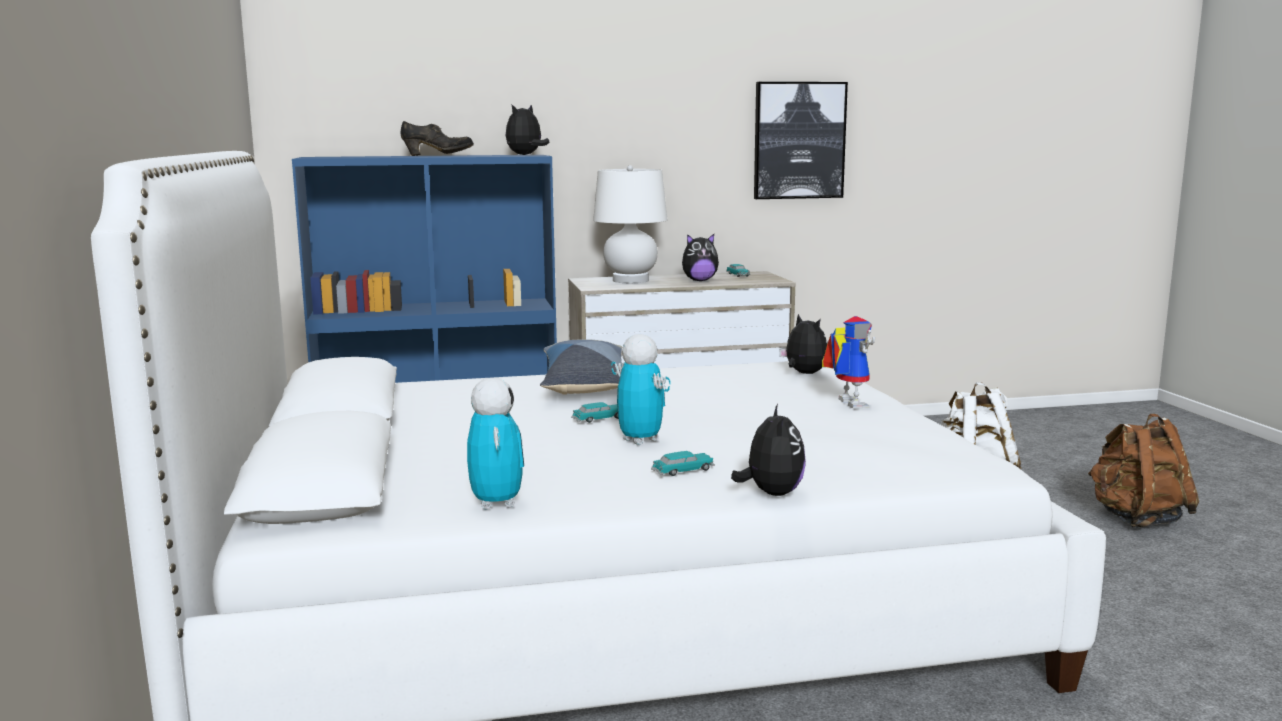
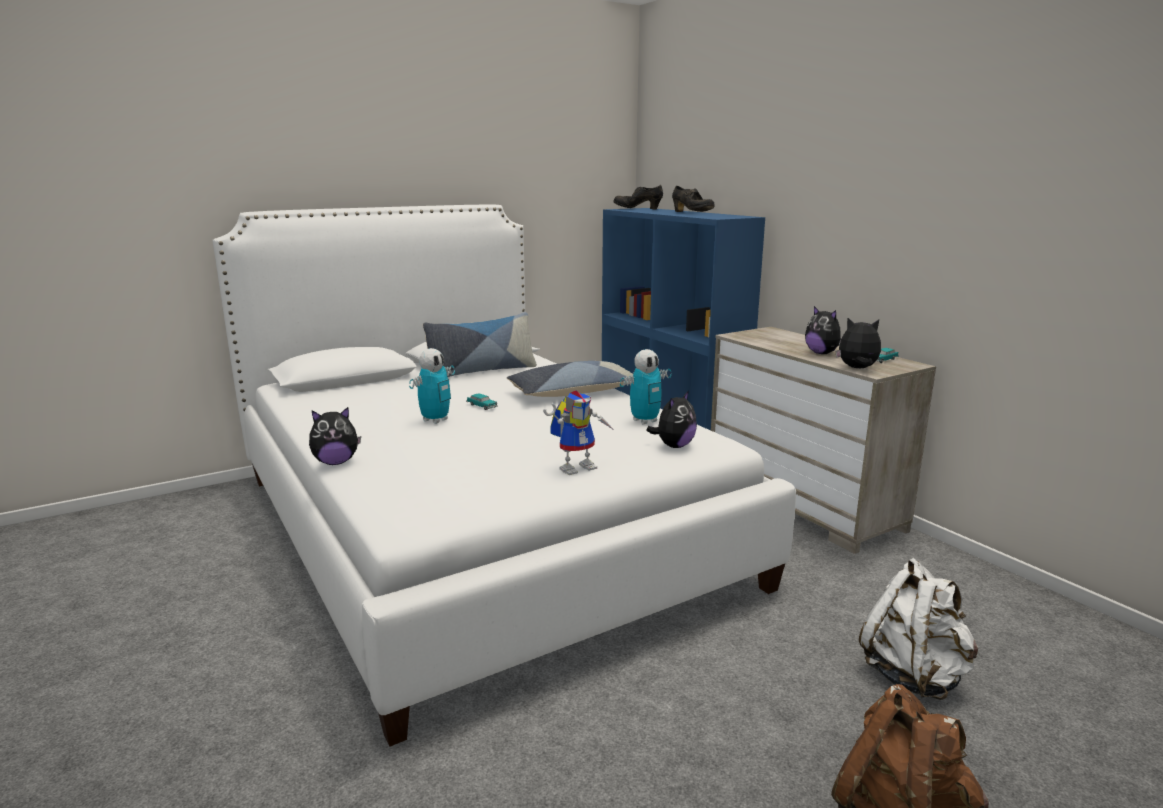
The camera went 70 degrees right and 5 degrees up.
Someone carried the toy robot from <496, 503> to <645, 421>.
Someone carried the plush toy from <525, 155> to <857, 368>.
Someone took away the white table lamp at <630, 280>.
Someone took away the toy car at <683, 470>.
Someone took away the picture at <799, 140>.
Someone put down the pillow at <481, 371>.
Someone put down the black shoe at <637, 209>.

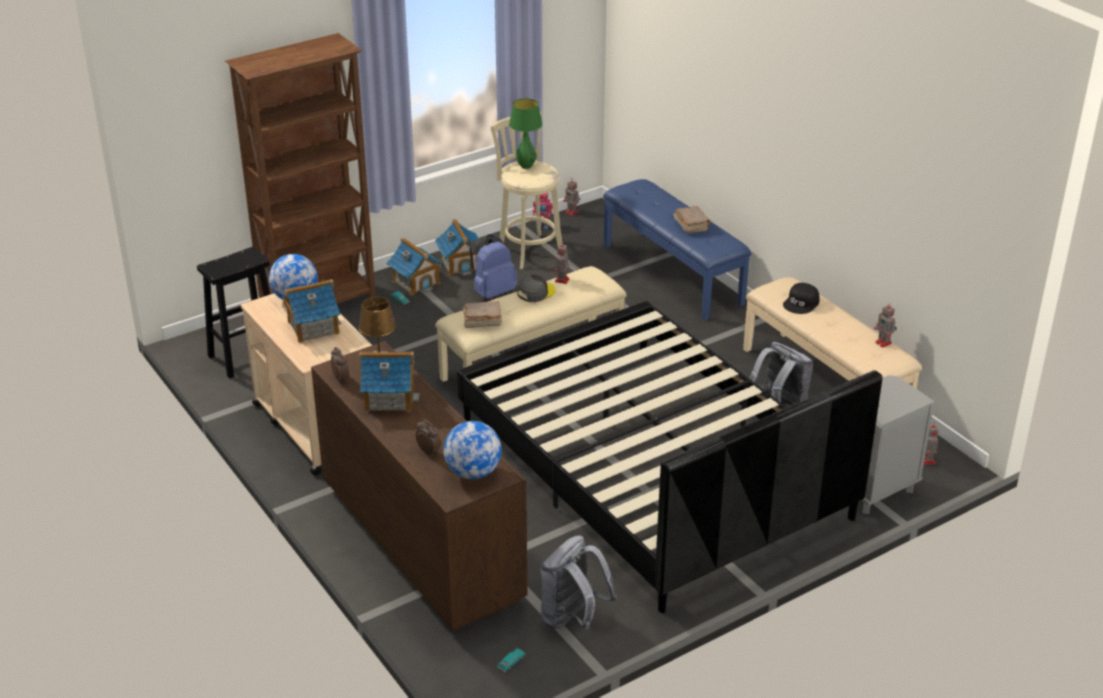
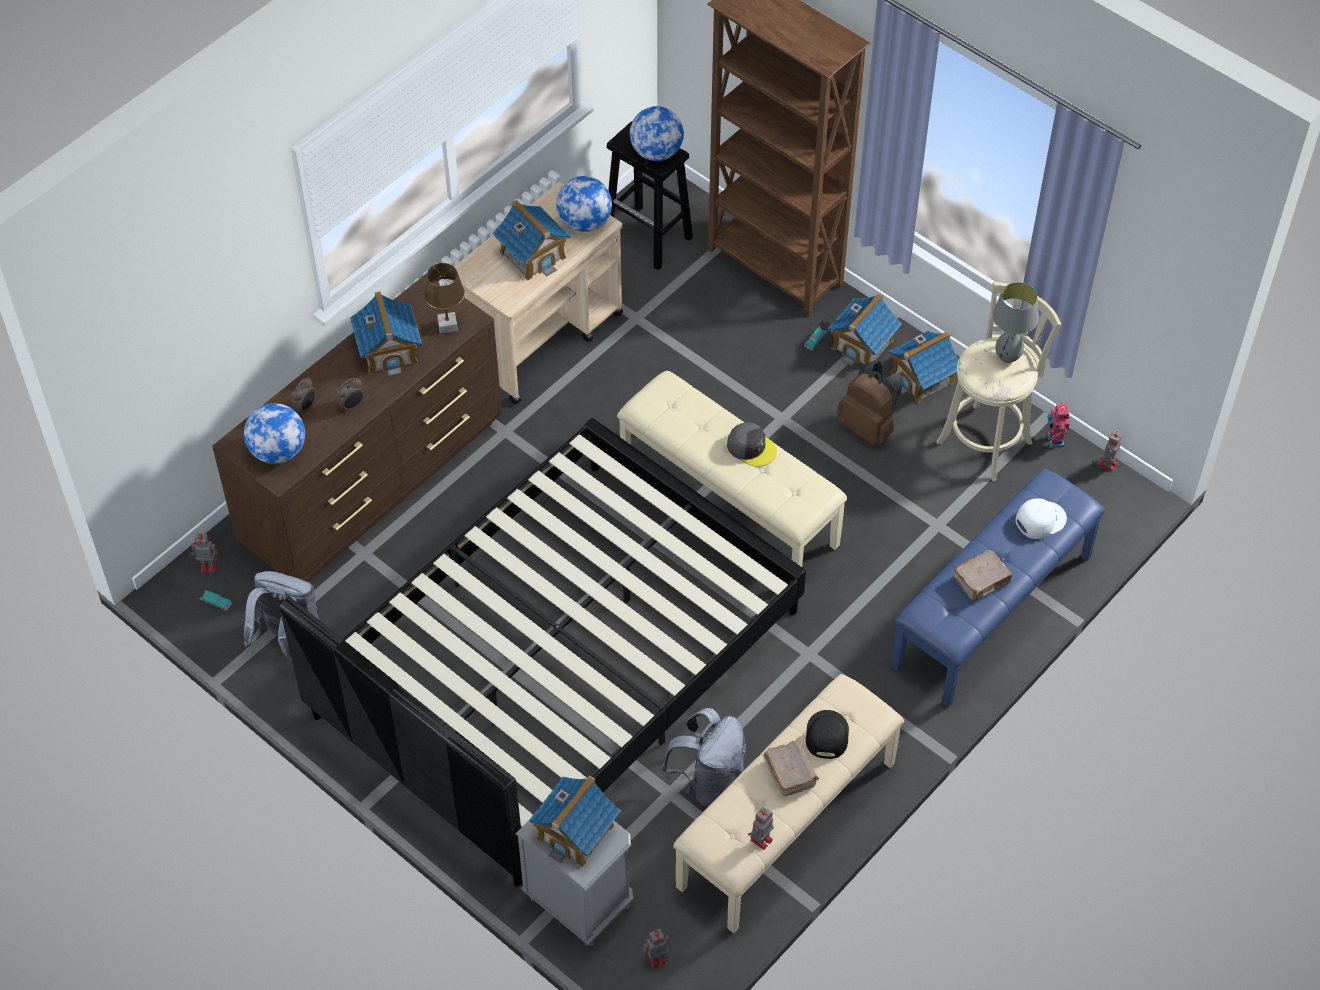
The camera went 75 degrees right and 20 degrees up.
Someone carried the alarm clock from <341, 378> to <352, 406>.
Someone carried the brown book from <481, 321> to <790, 772>.
Someone repainted the blue backpack at <492, 292>, which became the brown backpack at <869, 426>.
Someone repainted the green table lamp at <526, 166>, which became the grey table lamp at <1007, 357>.
Someone carried the toy robot from <561, 280> to <207, 565>.
Someone rotated the black cap at <801, 303> by 75 degrees clockwise.
Someone put down the toy house at <576, 832>.
Someone put down the globe at <656, 152>.
Someone put down the white cap at <1040, 519>.

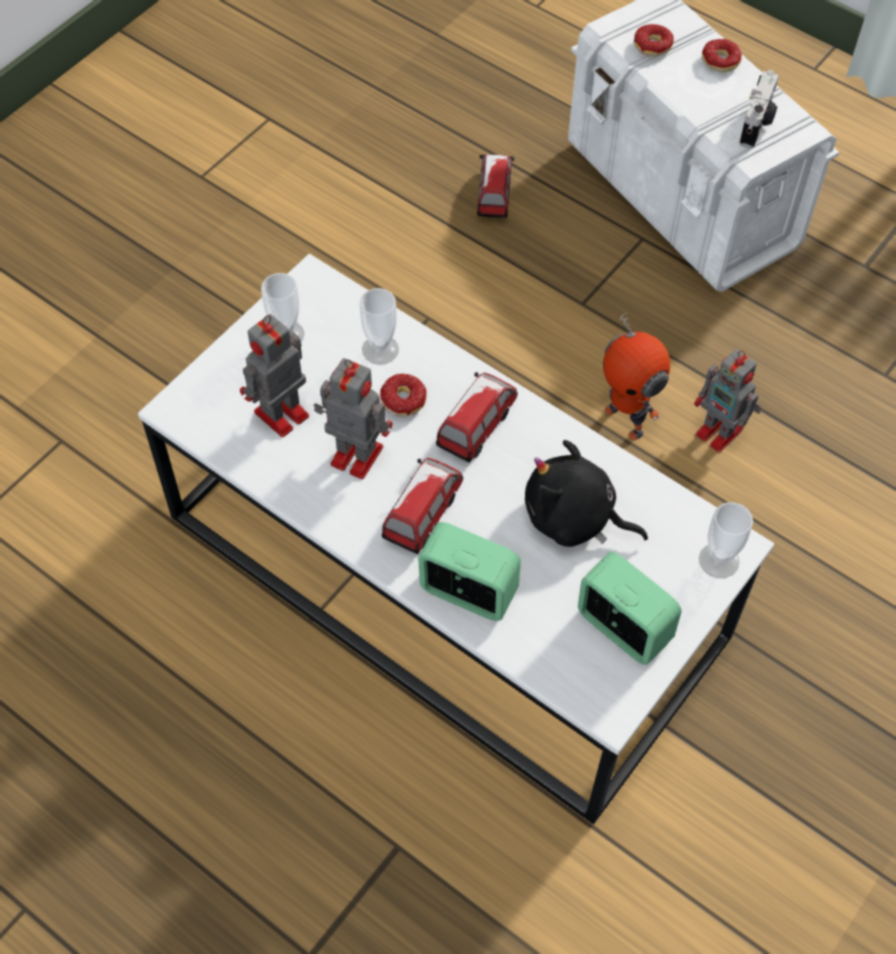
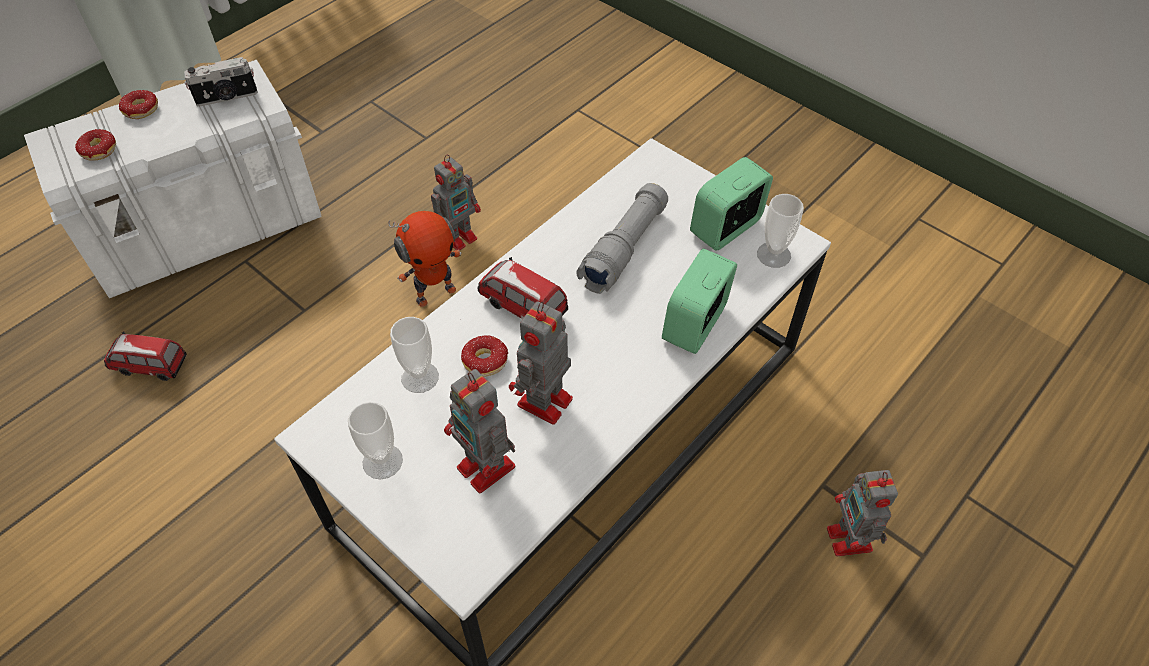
The camera went 85 degrees left and 5 degrees down.
Someone took away the toy car at <422, 513>.
Someone swapped the black plush toy at <574, 518> for the grey flashlight at <624, 248>.
Someone carried the cup from <718, 560> to <773, 255>.
Someone rotated the photo camera at <757, 124> by 135 degrees clockwise.
Someone put down the toy robot at <850, 541>.

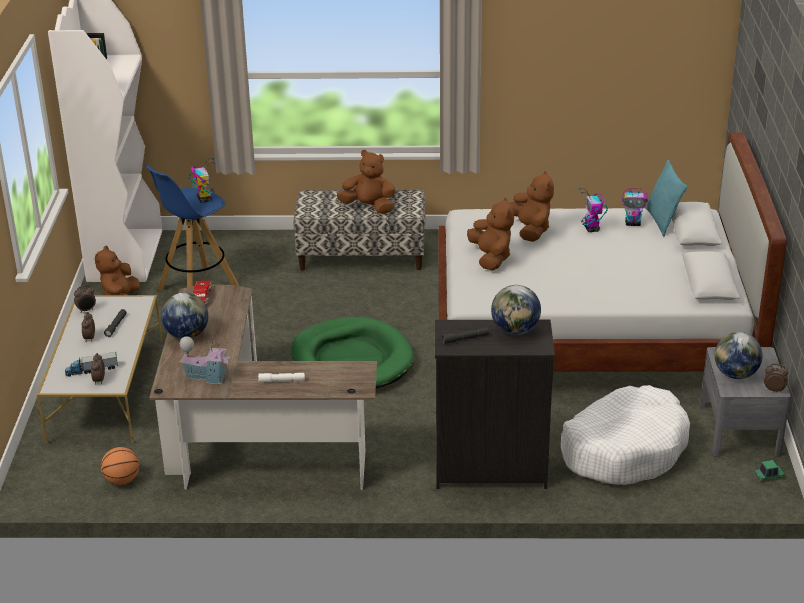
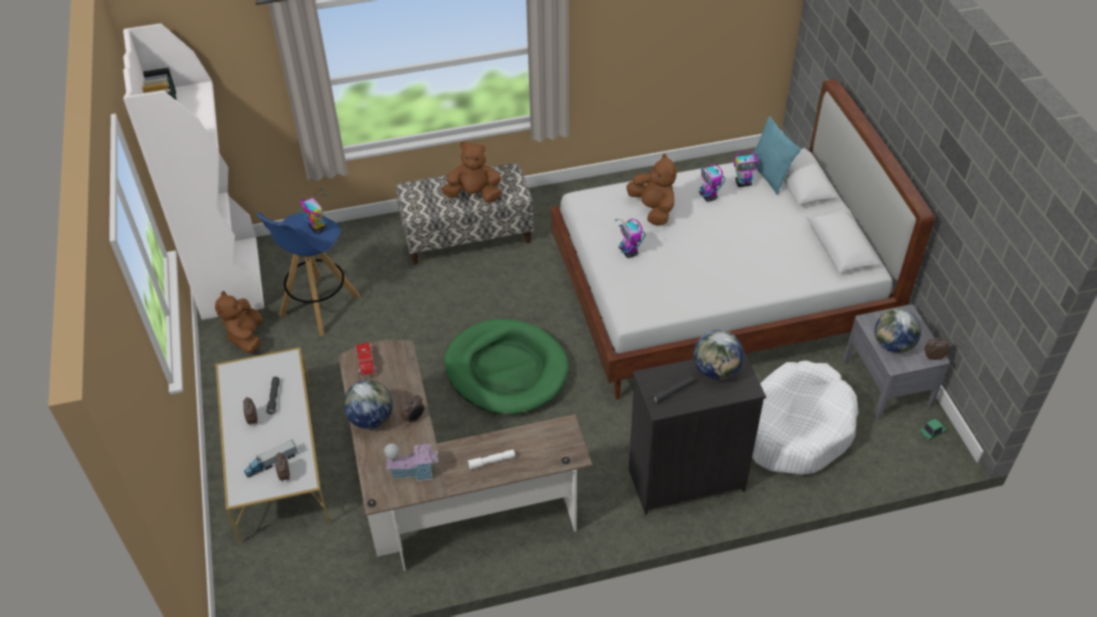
The camera went 15 degrees left and 15 degrees up.
Someone carried the alarm clock from <86, 310> to <414, 418>.
Someone took away the basketball at <122, 480>.
Someone swapped the brown plush toy at <491, 258> for the toy robot at <629, 252>.

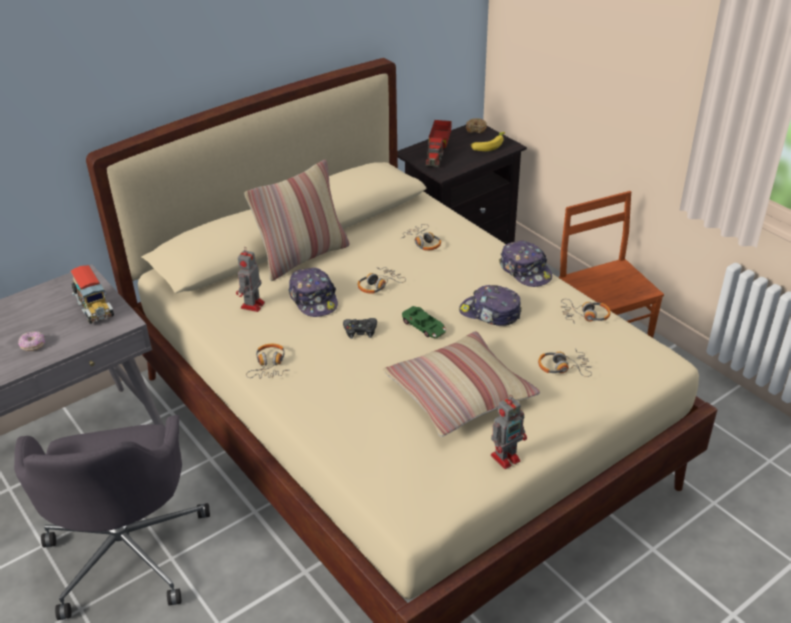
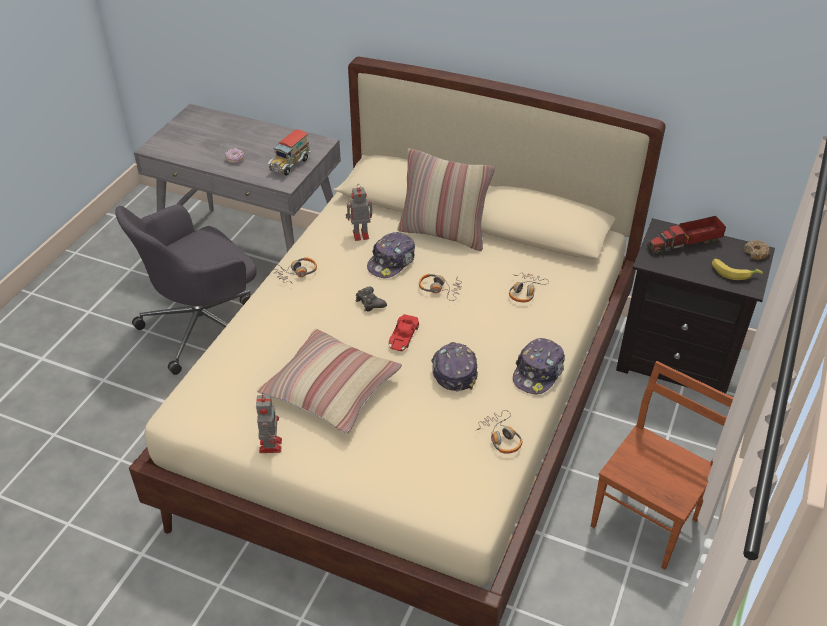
The camera went 60 degrees right and 5 degrees up.
Someone repainted the green toy car at <424, 326>, which became the red toy car at <403, 336>.
Someone rotated the toy robot at <506, 457> by 120 degrees counterclockwise.
Someone took away the headphones at <563, 368>.

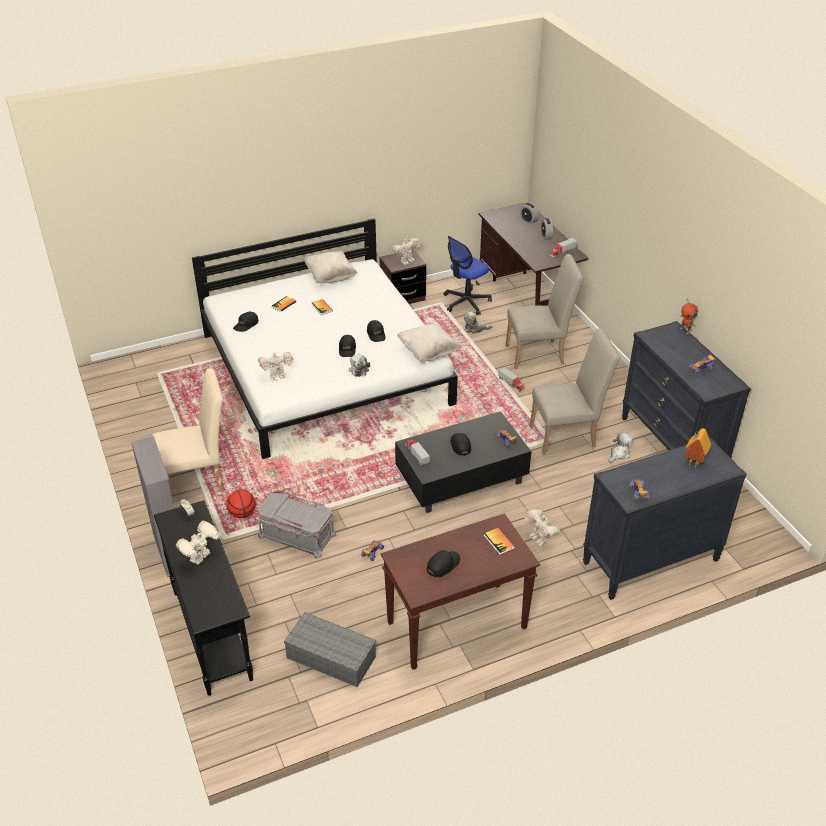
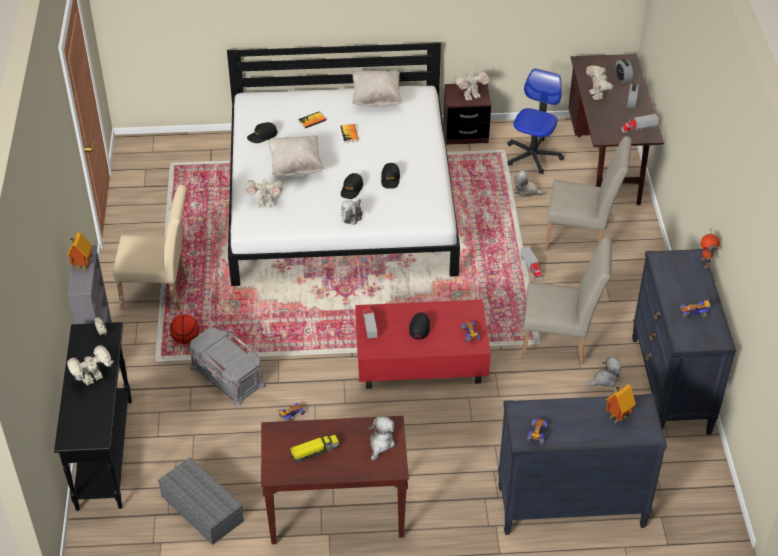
The camera went 20 degrees right and 5 degrees up.
Someone repainted the black coffee table at <460, 478>, which became the red coffee table at <419, 360>.
Someone carried the beige pillow from <428, 352> to <296, 166>.
Someone swapped the black cap at <443, 565> for the toy truck at <314, 451>.
Someone rotated the office chair at <466, 302> by 135 degrees clockwise.
Someone swapped the book at <499, 541> for the plush toy at <381, 443>.
Someone carried the toy robot from <539, 538> to <597, 95>.
Someone put down the toy house at <81, 266>.

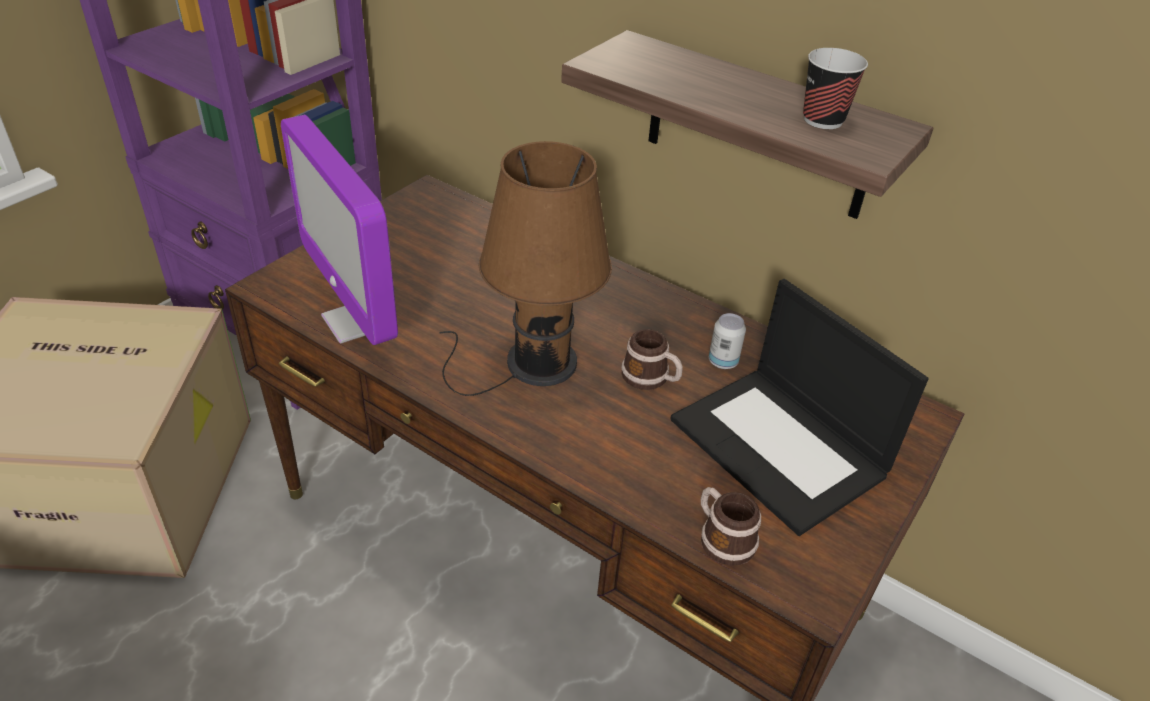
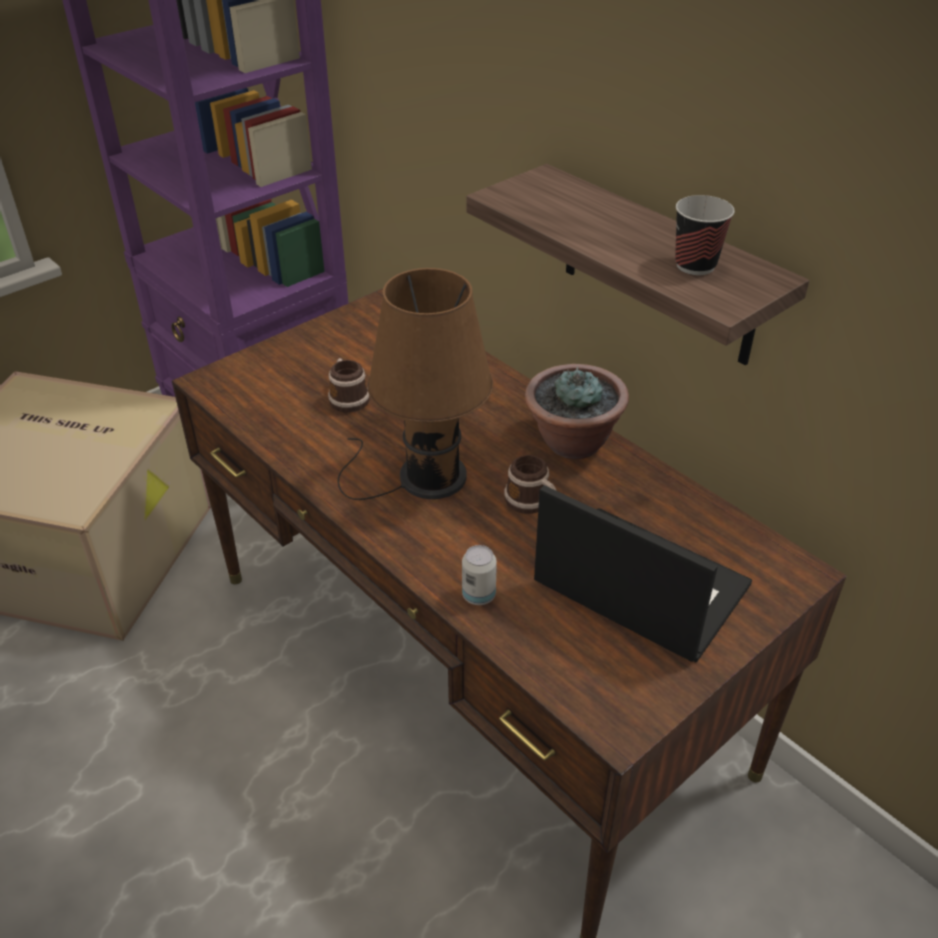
The camera went 15 degrees right and 0 degrees up.
Someone took away the monitor at <357, 321>.
Someone rotated the laptop at <781, 448> by 150 degrees clockwise.
Someone carried the mug from <722, 537> to <347, 397>.
Someone carried the can from <723, 362> to <478, 595>.
Someone put down the potted plant at <572, 443>.

